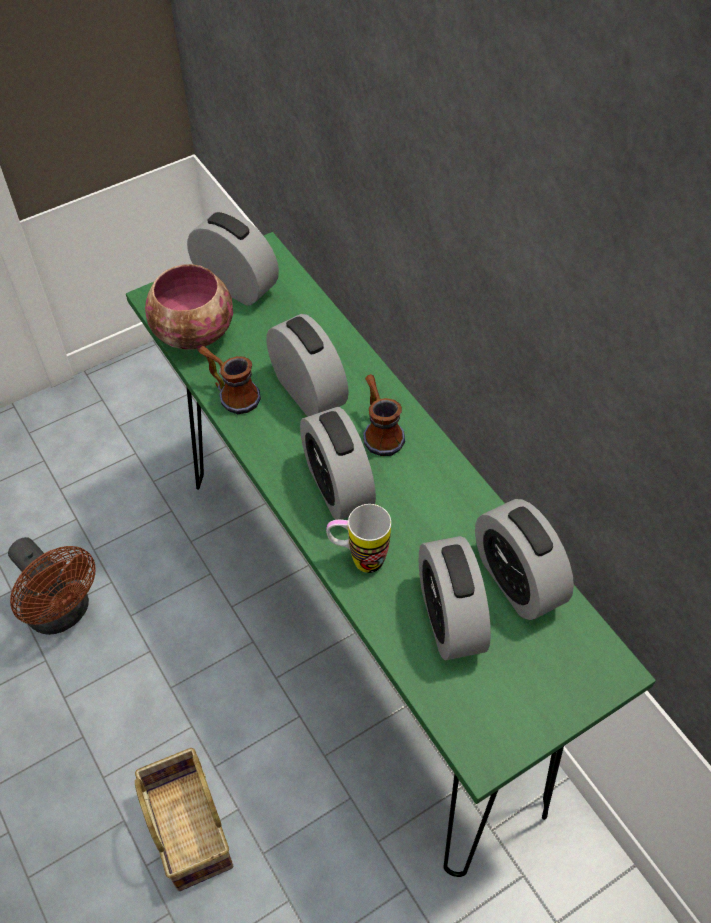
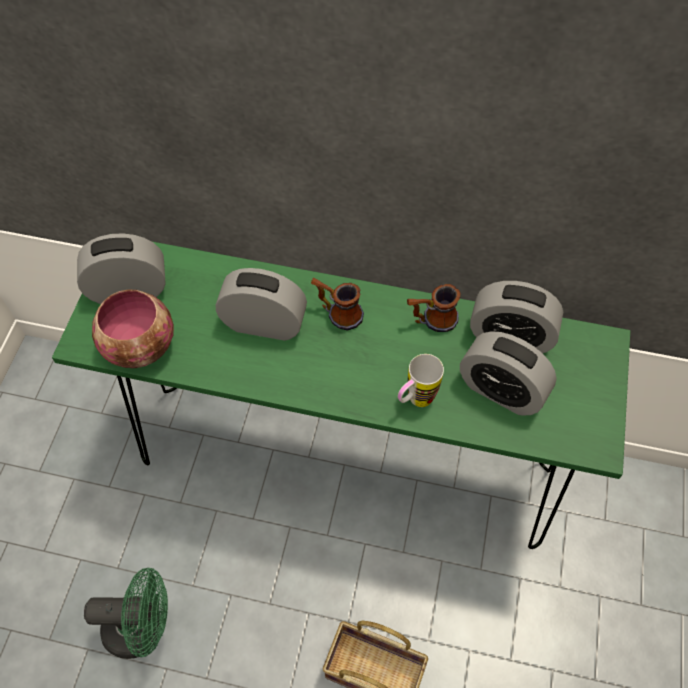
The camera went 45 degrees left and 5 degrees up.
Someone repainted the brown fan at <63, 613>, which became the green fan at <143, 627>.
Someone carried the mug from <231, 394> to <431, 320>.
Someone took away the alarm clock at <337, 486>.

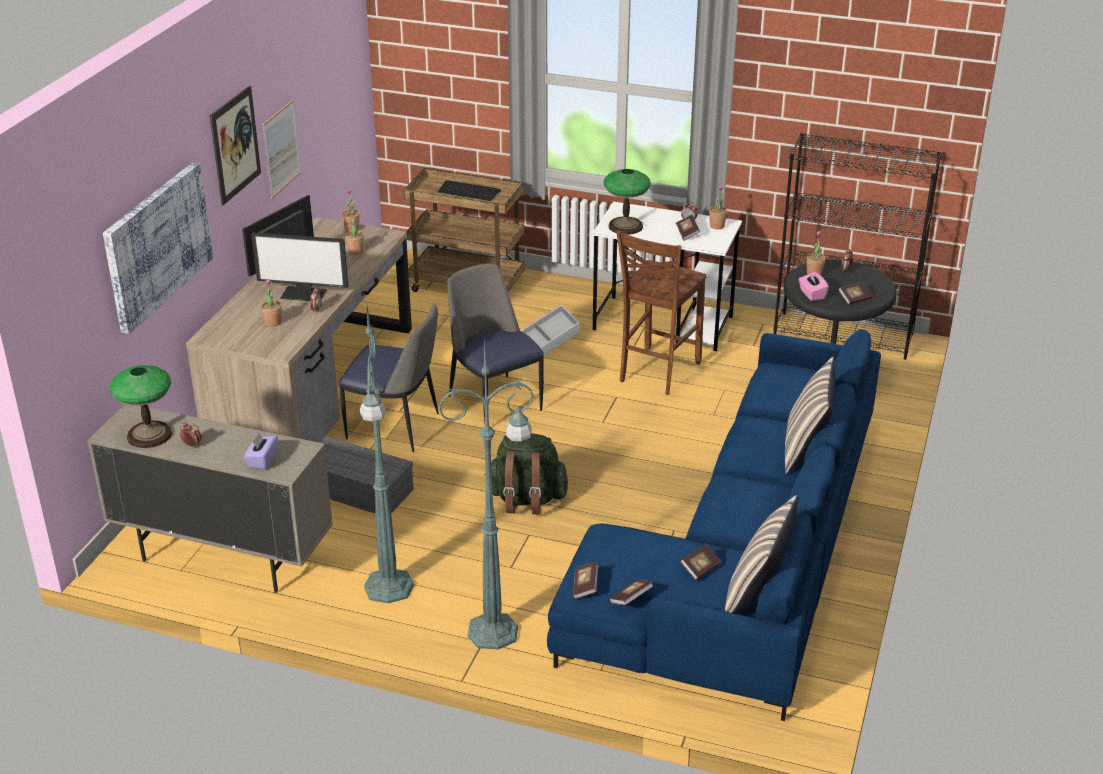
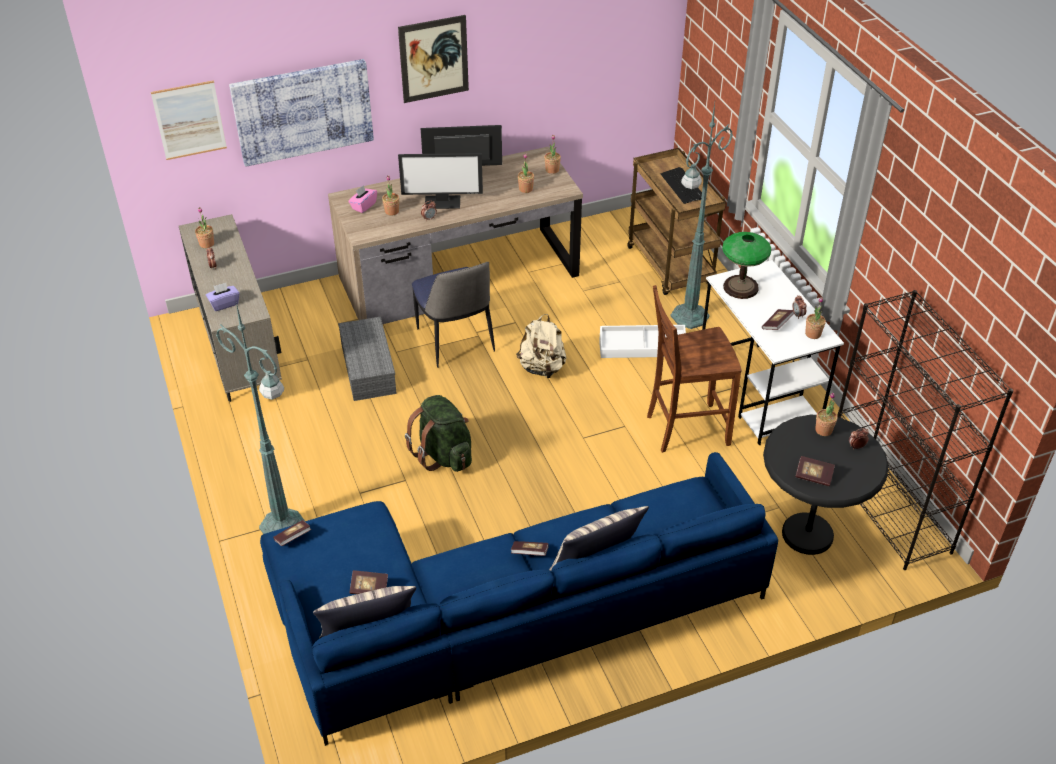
The camera went 50 degrees right and 10 degrees up.
Someone swapped the table lamp at <149, 435> for the potted plant at <207, 244>.
Someone rotated the monitor at <304, 293> by 60 degrees counterclockwise.
Someone carried the picture from <281, 149> to <189, 120>.
Someone carried the green floor lamp from <388, 588> to <688, 317>.
Someone swapped the chair at <494, 401> for the beige backpack at <542, 368>.
Someone carried the book from <631, 599> to <529, 553>.
Someone carried the pink tissue box from <812, 294> to <363, 206>.

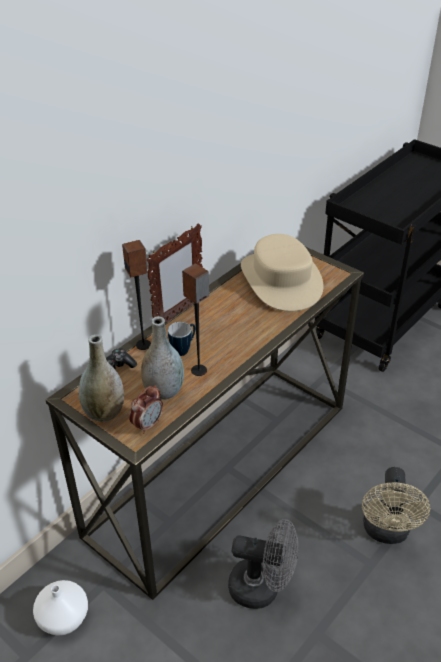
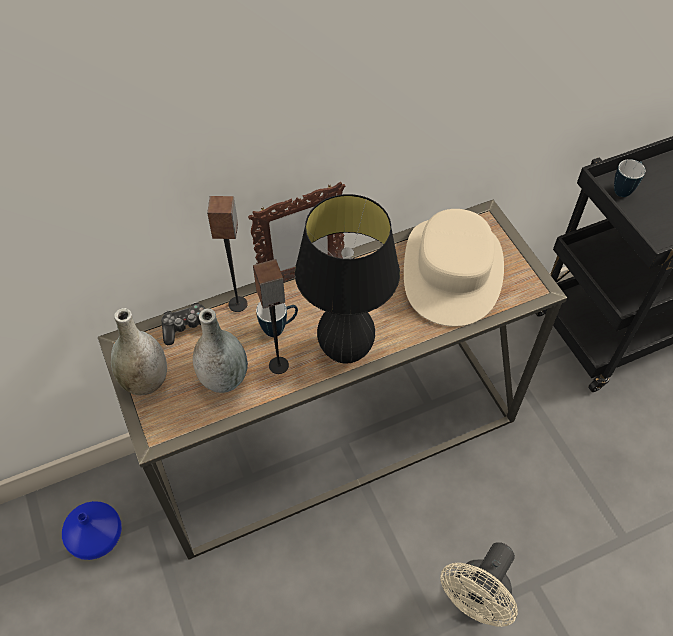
The camera went 25 degrees right and 15 degrees up.
Someone repainted the white vase at <63, 617>, which became the blue vase at <97, 536>.
Someone took away the alarm clock at <147, 424>.
Someone took away the grey fan at <262, 587>.
Someone put down the black table lamp at <345, 352>.
Someone put down the mug at <624, 189>.

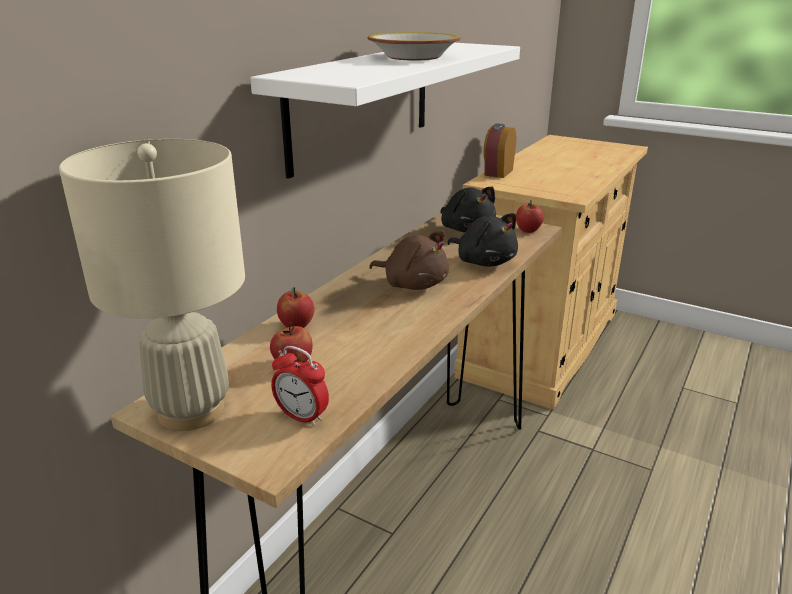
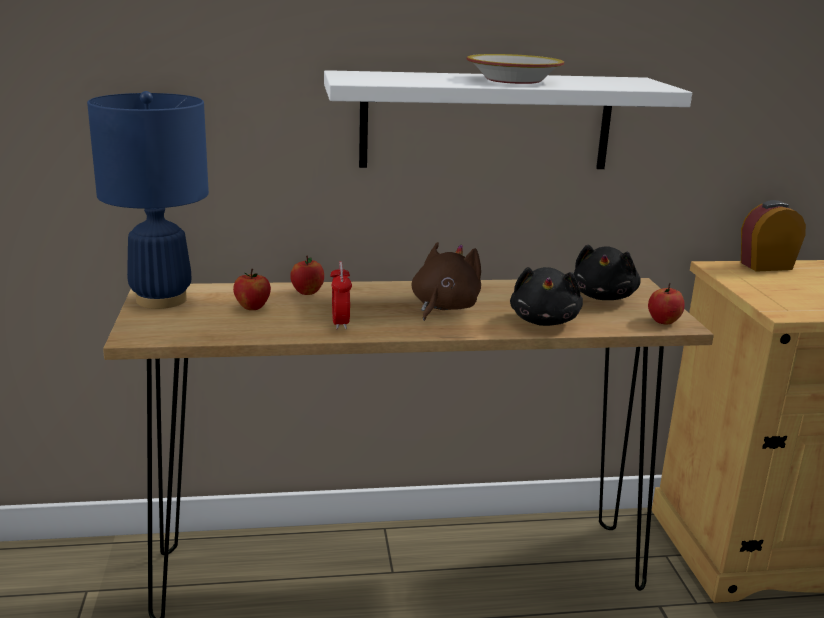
The camera went 50 degrees right and 5 degrees down.
Someone repainted the beige table lamp at <191, 410>, which became the blue table lamp at <162, 299>.
Someone carried the alarm clock from <302, 417> to <340, 323>.
Someone rotated the brown plush toy at <413, 284> by 150 degrees counterclockwise.

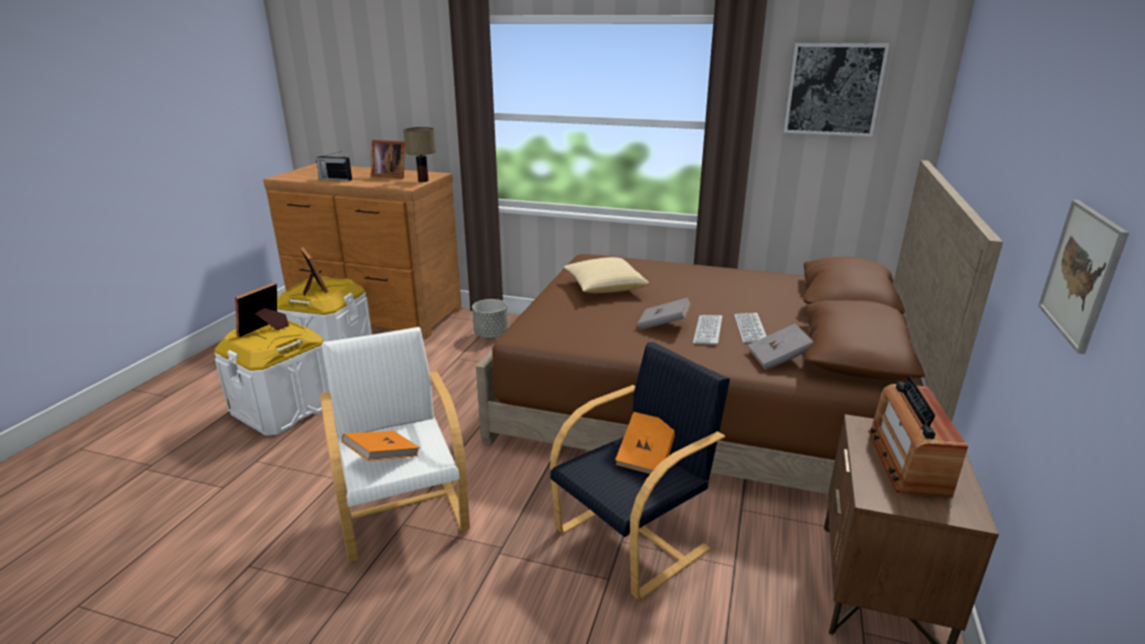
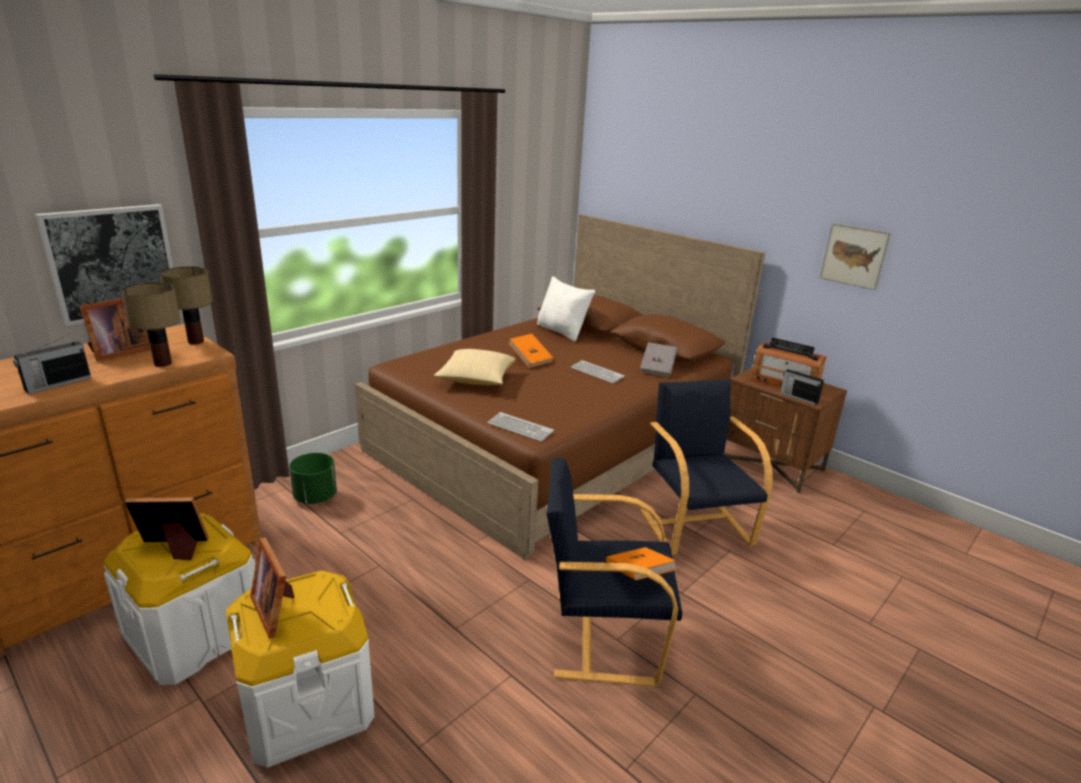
The camera went 65 degrees left and 0 degrees up.
Someone repainted the white armchair at <403, 513>, which became the black armchair at <601, 636>.
Someone repainted the grey planter at <491, 335>, which became the green planter at <315, 497>.
Someone carried the orange book from <646, 456> to <530, 360>.
Someone took away the grey book at <663, 325>.
Someone carried the keyboard from <750, 329> to <520, 428>.
Someone carried the picture from <833, 89> to <112, 262>.
Someone put down the table lamp at <163, 363>.
Someone put down the white pillow at <562, 332>.
Someone put down the radio at <798, 397>.

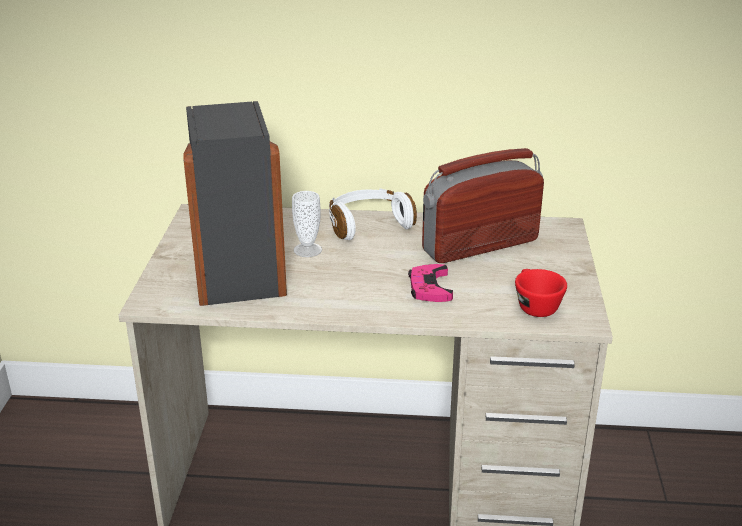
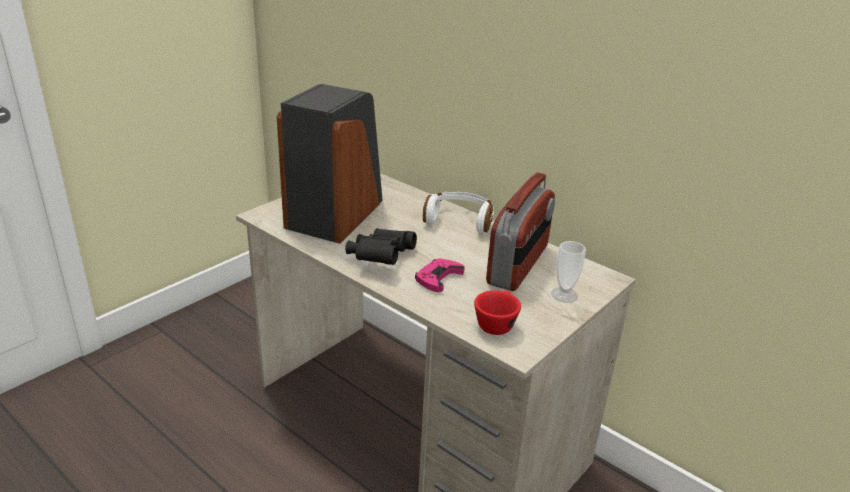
The camera went 35 degrees right and 0 degrees up.
Someone carried the cup from <307, 250> to <564, 295>.
Someone rotated the radio at <479, 245> by 105 degrees clockwise.
Someone put down the black binoculars at <380, 258>.

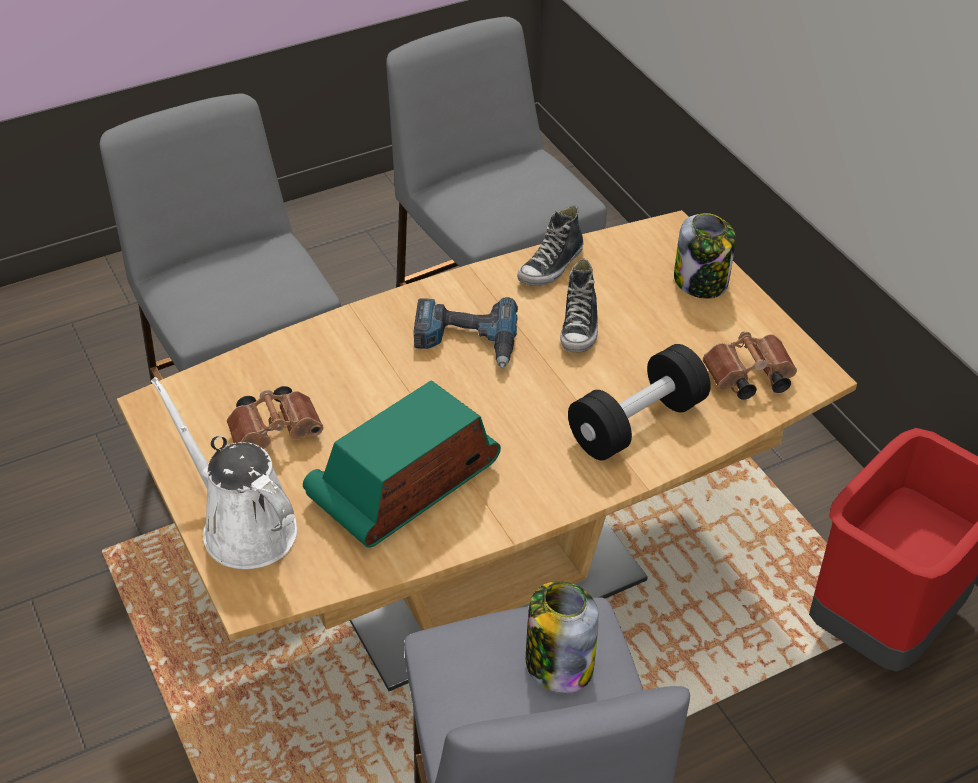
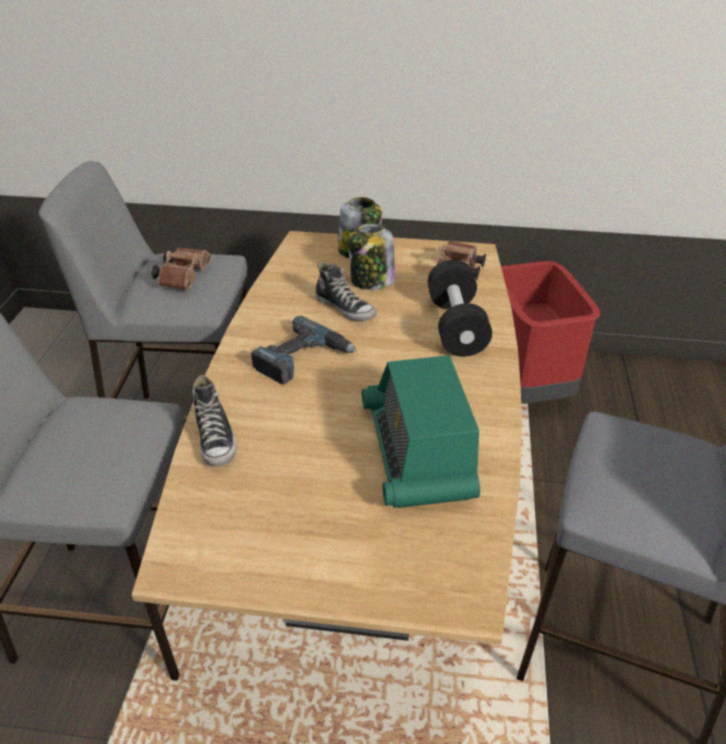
The camera went 55 degrees left and 5 degrees down.
Someone took away the white watering can at <243, 526>.
Someone carried the brown binoculars from <277, 432> to <184, 277>.
Someone carried the shoe from <551, 267> to <216, 439>.
Someone carried the jar from <558, 663> to <371, 281>.

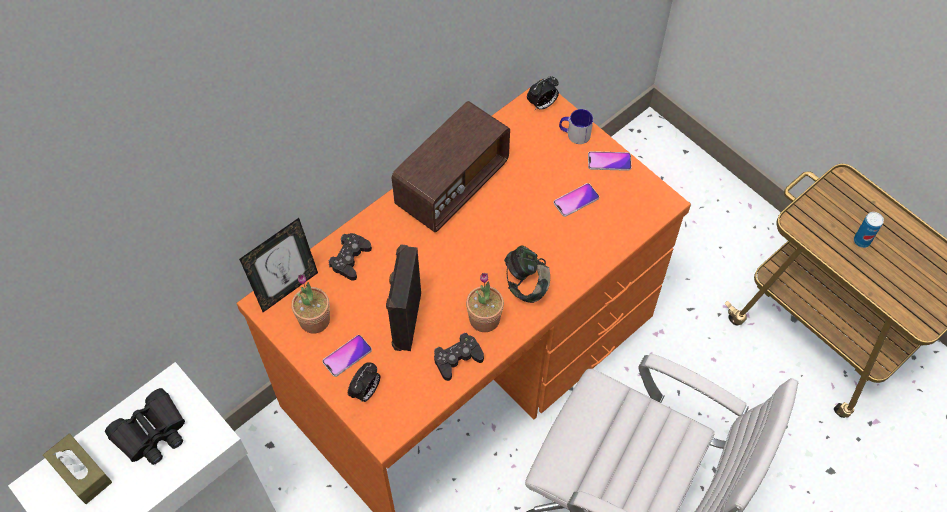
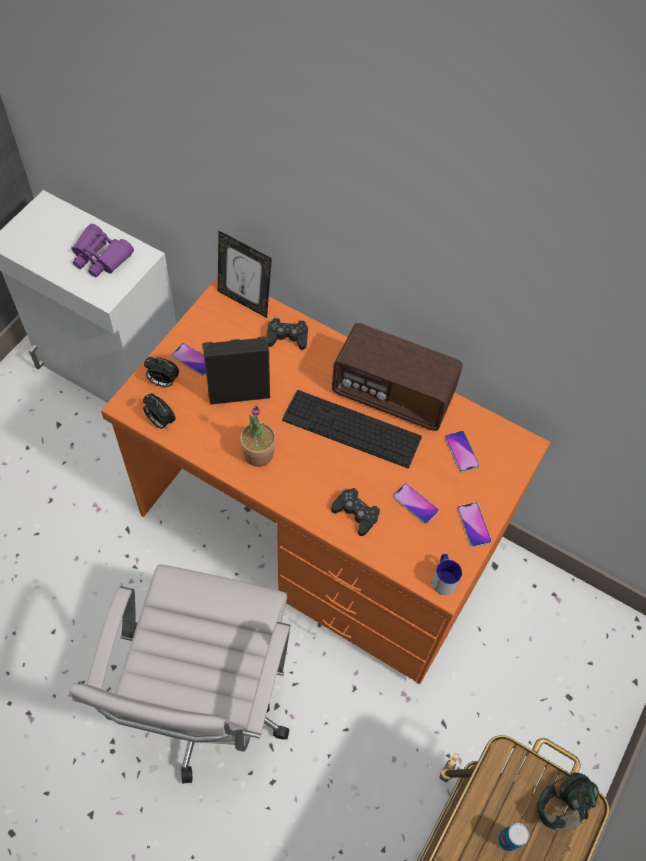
The camera went 70 degrees right and 0 degrees up.
Someone took away the brown tissue box at <81, 473>.
Someone repainted the black binoculars at <152, 433>, which became the purple binoculars at <100, 257>.
Someone took away the potted plant at <314, 320>.
Someone carried the black game controller from <457, 359> to <355, 513>.
Someone carried the headphones from <526, 283> to <562, 805>.
Someone carried the alarm clock from <542, 105> to <160, 421>.
Someone carried the mug from <574, 134> to <443, 578>.
Someone put down the keyboard at <351, 428>.
Someone put down the phone at <461, 452>.

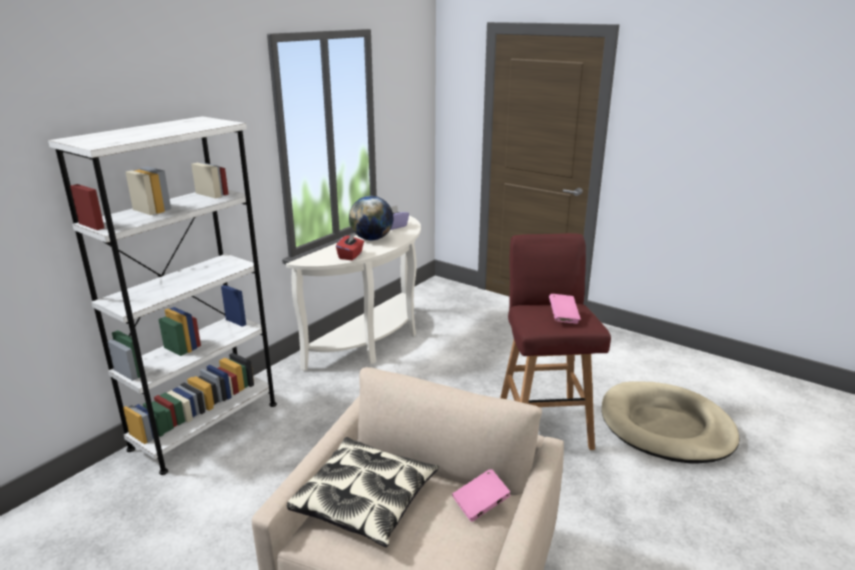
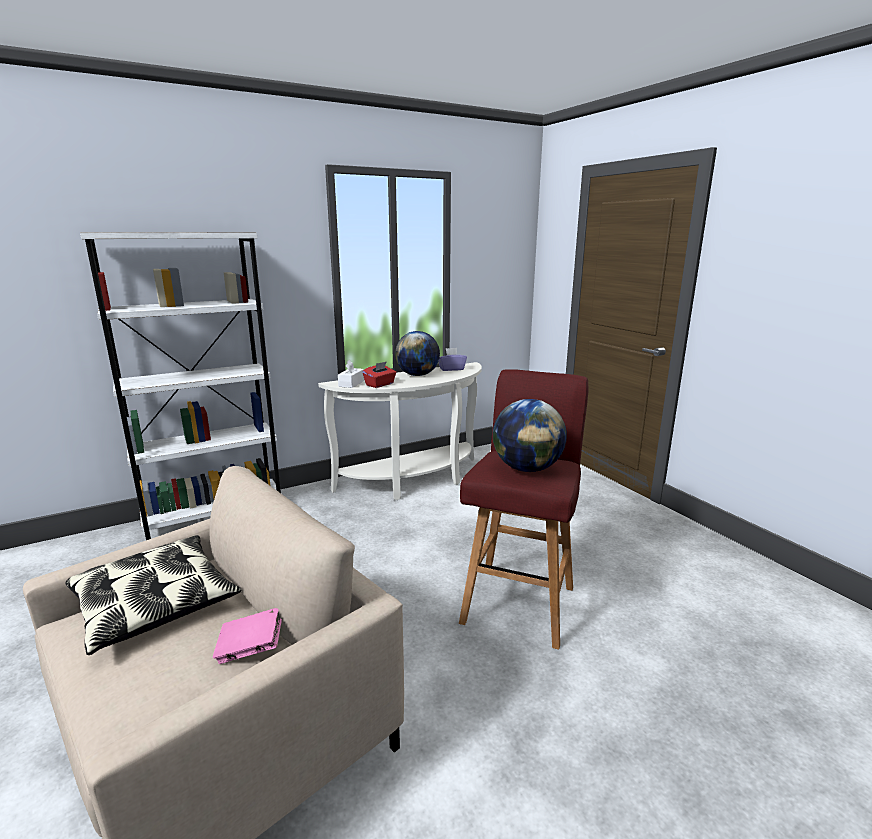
The camera went 25 degrees right and 5 degrees down.
Someone swapped the pink book at <563, 317> for the globe at <527, 468>.
Someone took away the beige dog bed at <666, 427>.
Someone put down the white tissue box at <351, 383>.

